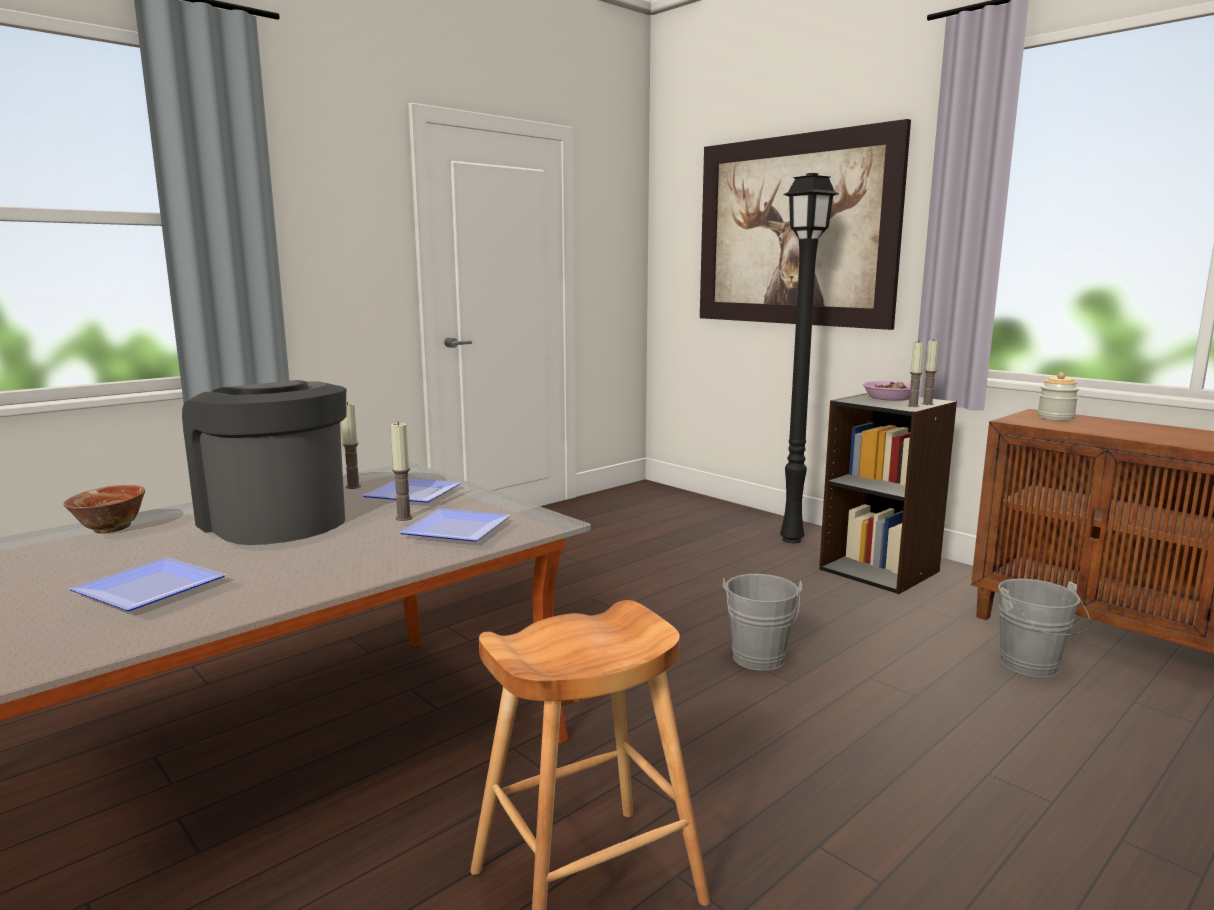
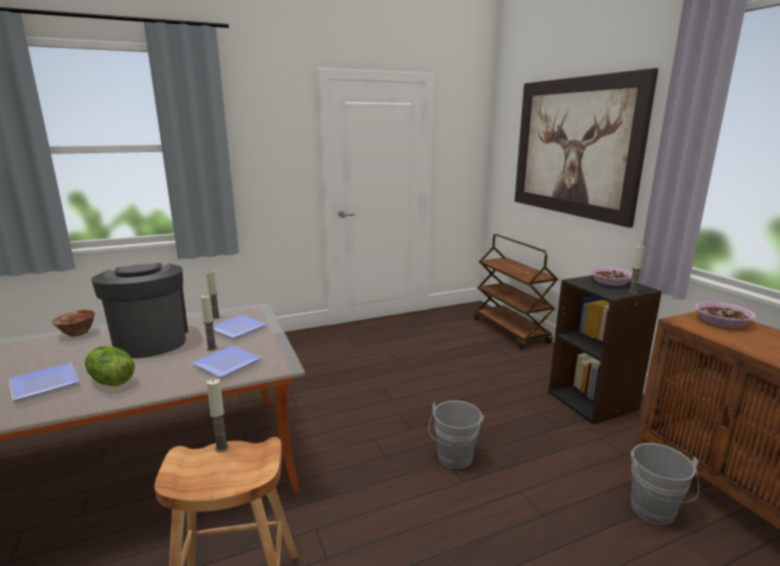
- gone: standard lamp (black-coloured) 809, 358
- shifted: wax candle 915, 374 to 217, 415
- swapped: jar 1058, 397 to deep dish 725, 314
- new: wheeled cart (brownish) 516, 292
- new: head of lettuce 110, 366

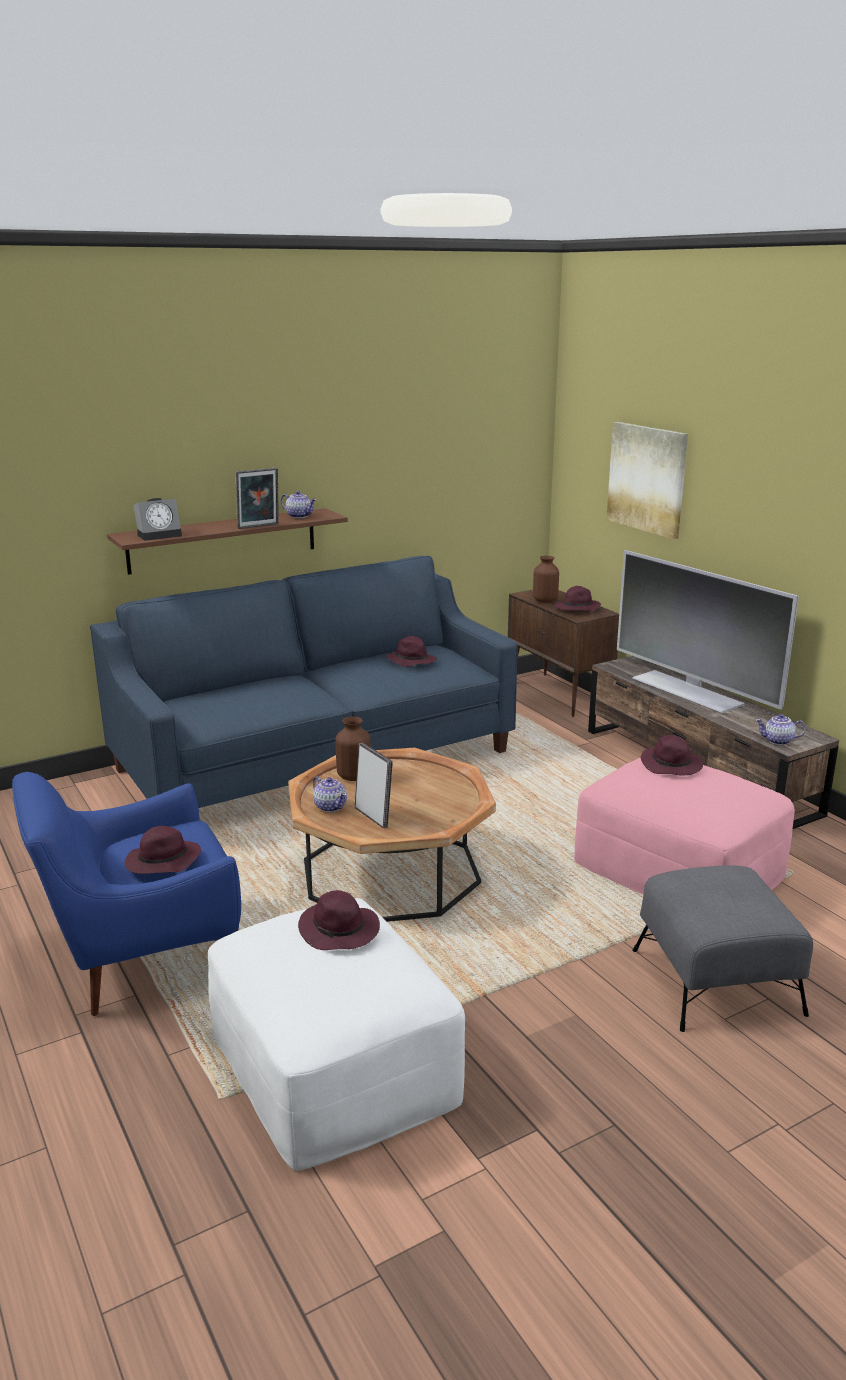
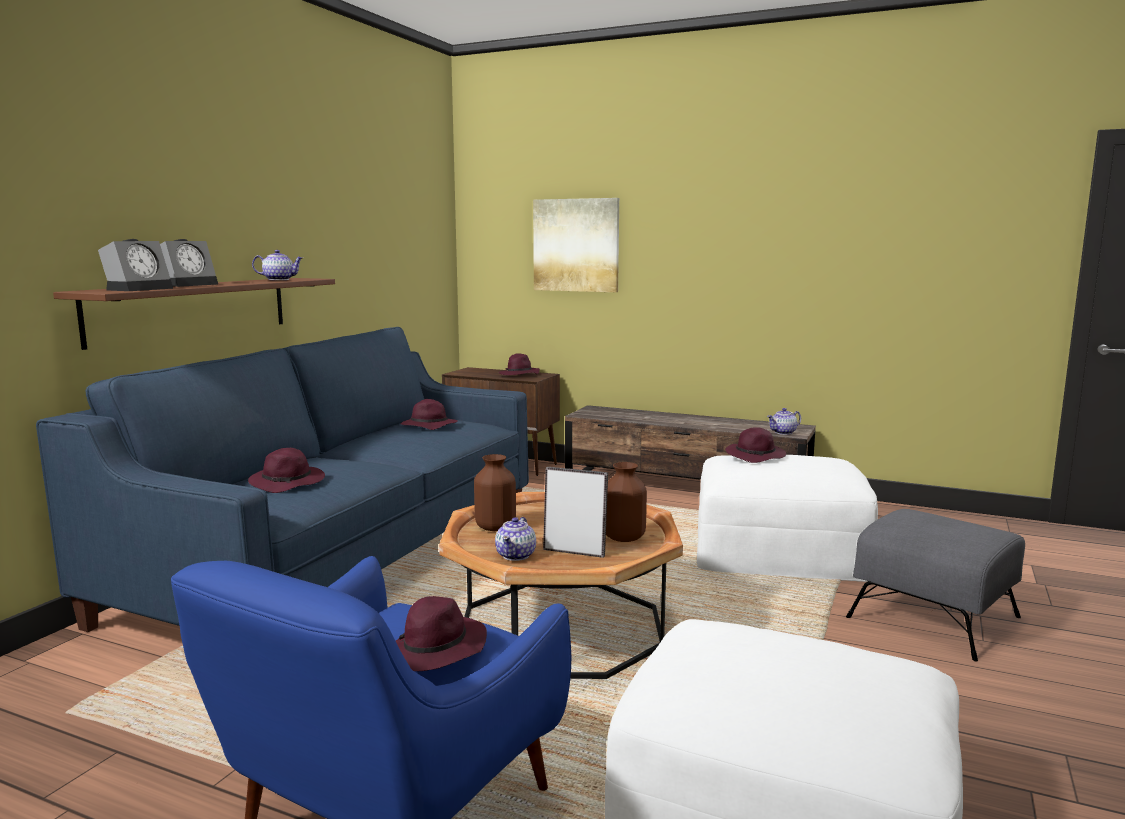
- gone: picture frame 257, 498
- gone: TV set 708, 631
- shifted: vase (brownish) 546, 579 to 626, 502
- repainted: pouffe (pinkish) 684, 826 to pouffe (whitish) 787, 518
- rotated: tea pot 330, 794 = 515, 539 90 degrees clockwise
- shifted: hat (purplish) 339, 920 to 286, 470
- new: table clock 189, 263

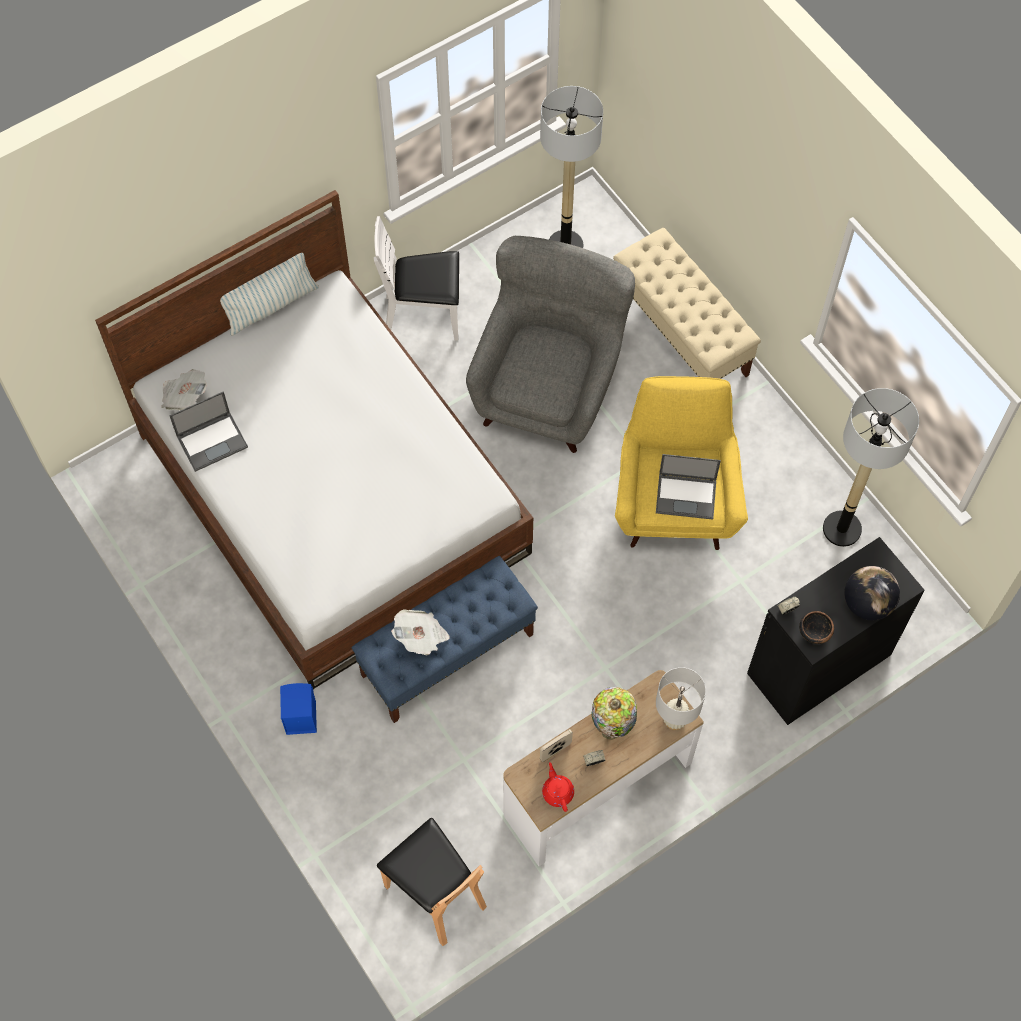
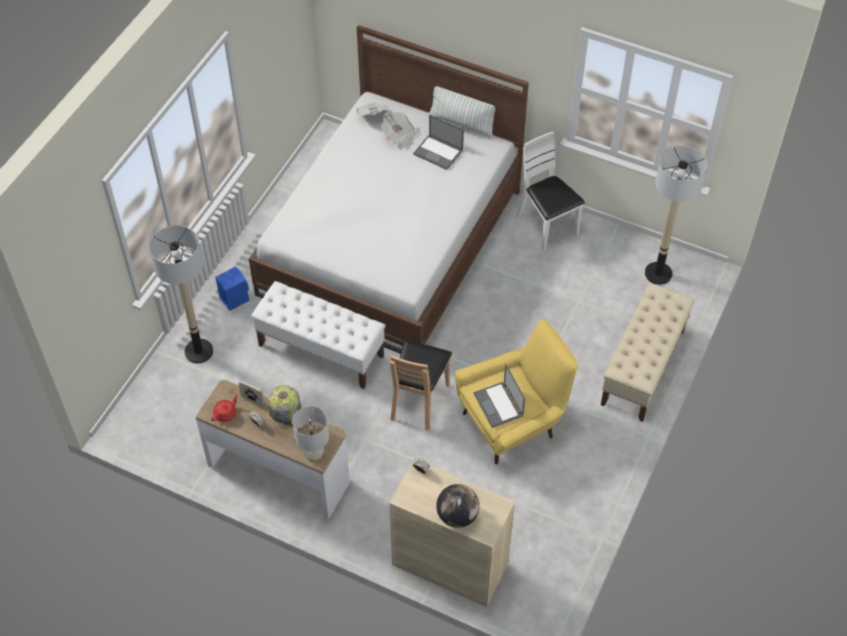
- gone: lounge chair (grey) 550, 344
- shifted: standard lamp 871, 467 to 181, 294
- shifted: portable computer 208, 431 to 438, 142
- repainted: cupboard (black-coloured) 836, 631 to cupboard (beige) 452, 533
- repainted: bench (blue) 445, 639 to bench (whitish) 318, 335
- shifted: daily paper 420, 632 to 399, 130
- gone: deep dish 816, 627
- shifted: upright chair (brownish) 432, 882 to 421, 385

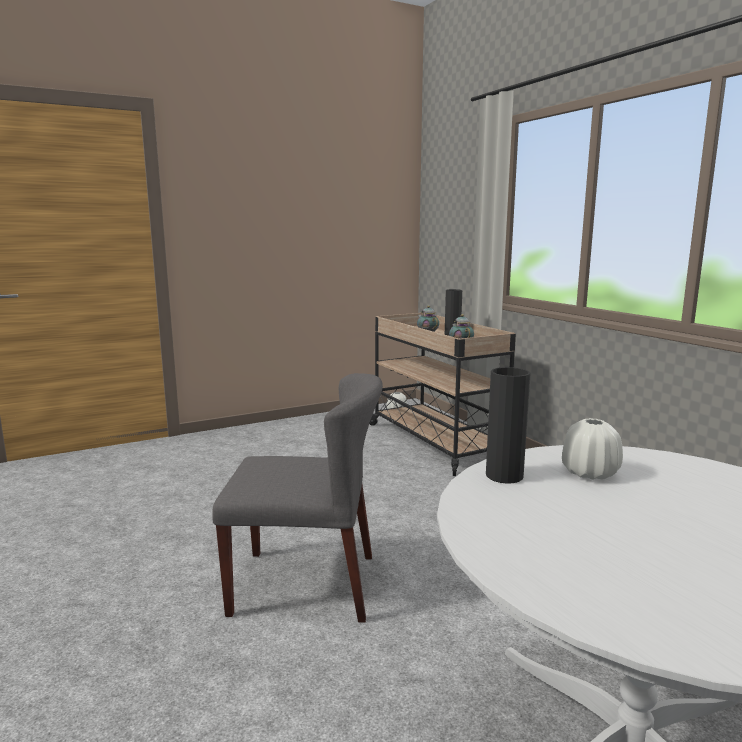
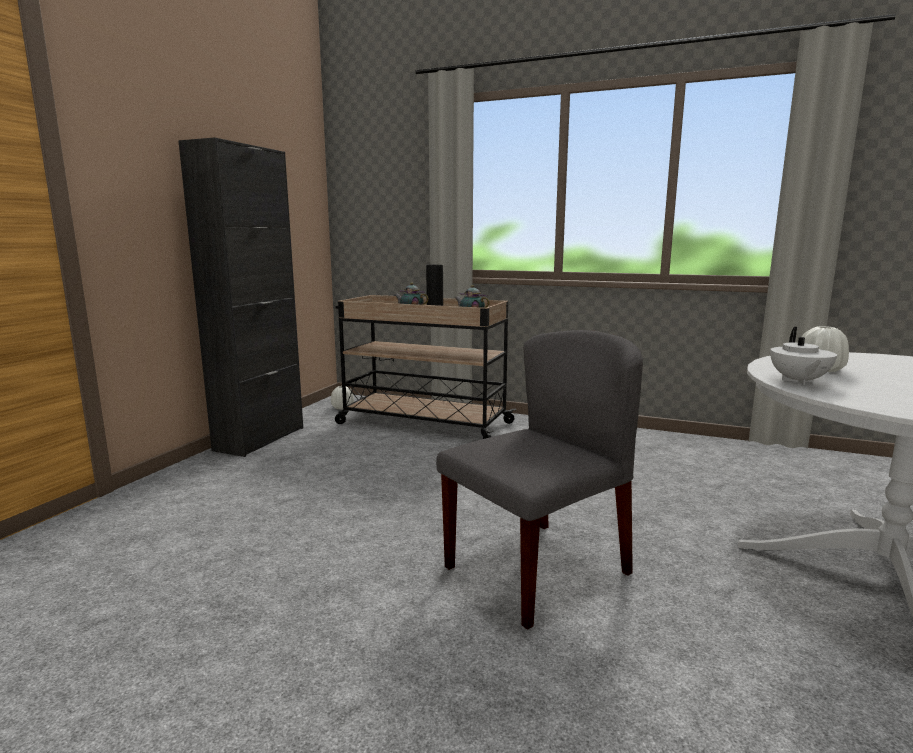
- swapped: vase (black-coloured) 508, 425 to tea pot (whitish) 803, 356
- new: cupboard (black-coloured) 240, 297

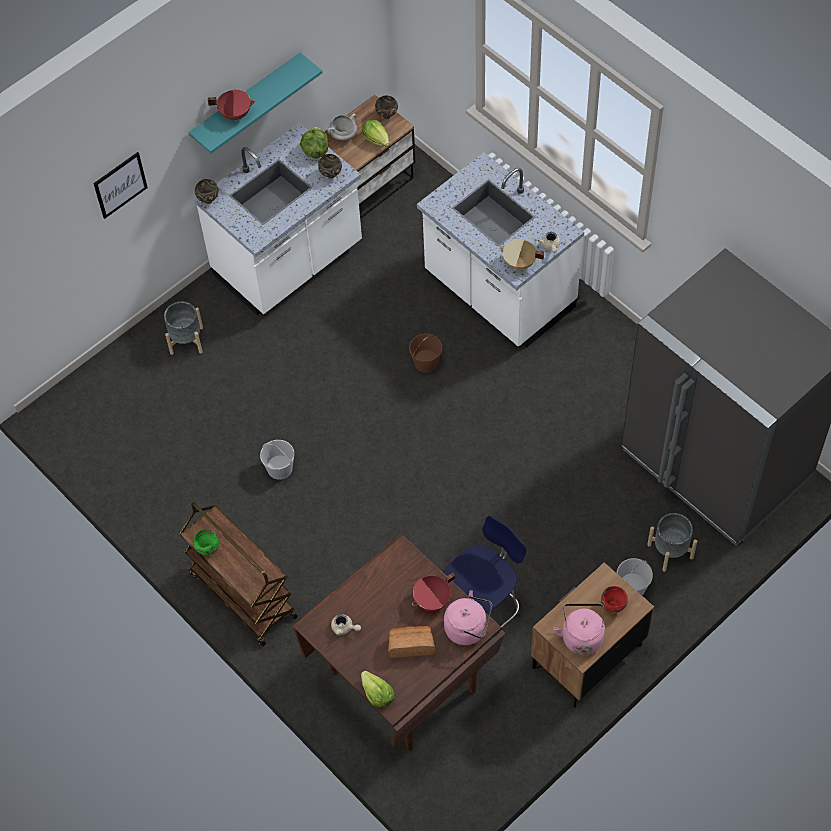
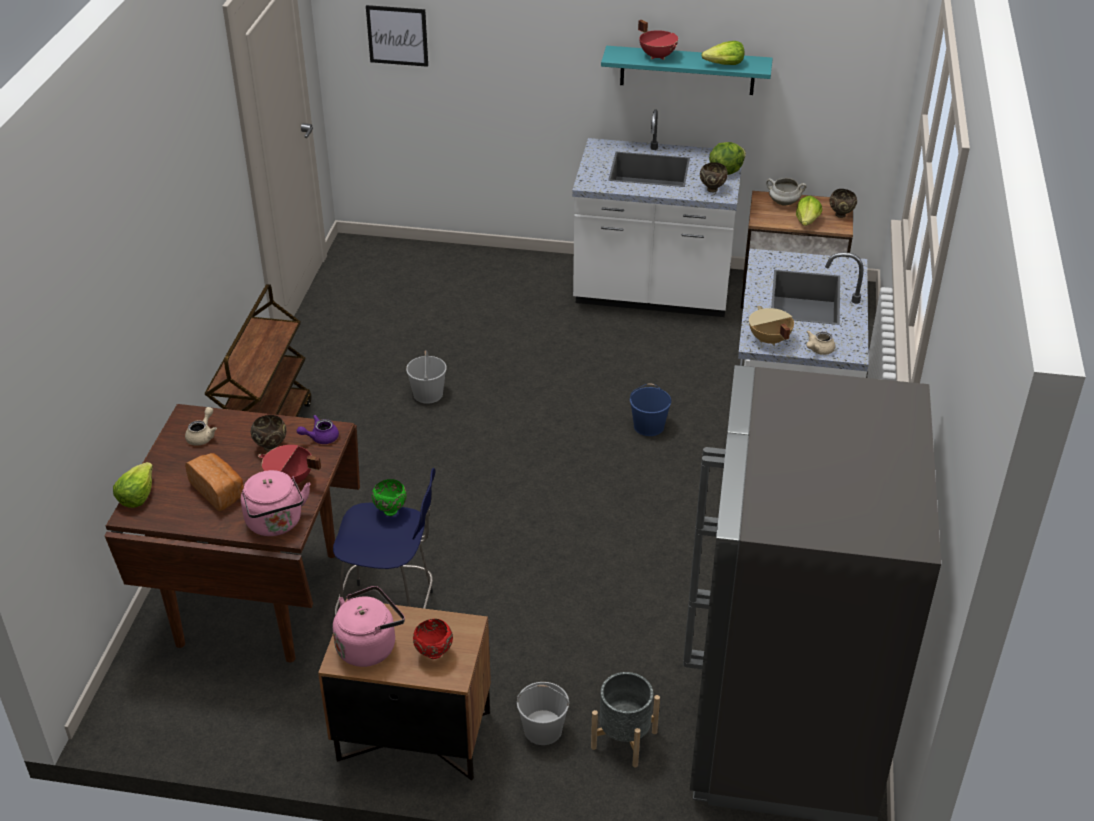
- shifted: wall picture 120, 185 to 397, 36
- shifted: deep dish (brownish) 206, 191 to 269, 433
- gone: flower pot (grey) 183, 328
- repainted: water bucket (brownish) 425, 353 to water bucket (blue) 650, 409
- shifted: deep dish (green-coloured) 206, 542 to 389, 497
- rotated: tea pot (beige) 346, 625 = 201, 426 150 degrees counterclockwise
- new: head of lettuce 723, 53
- new: tea pot (purplish) 318, 429

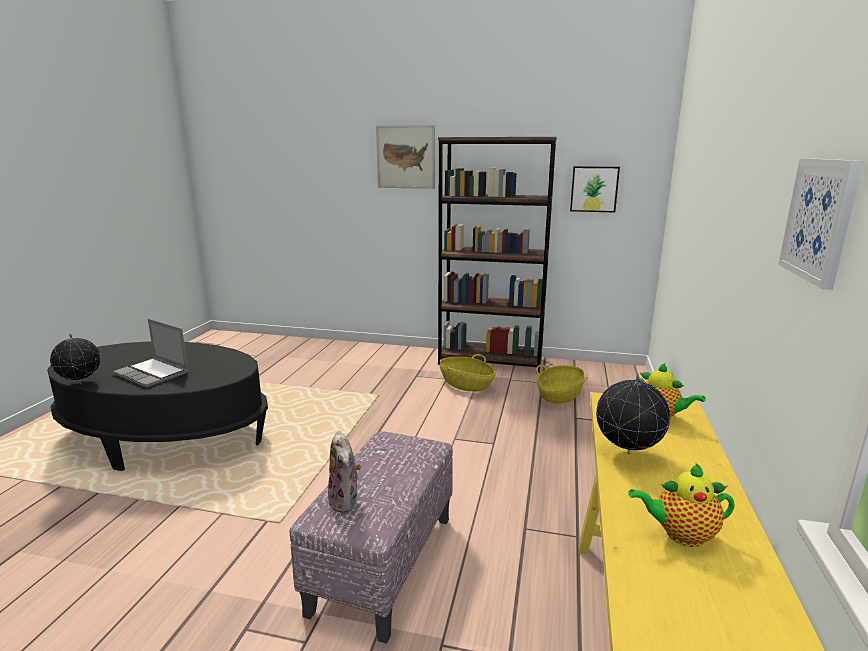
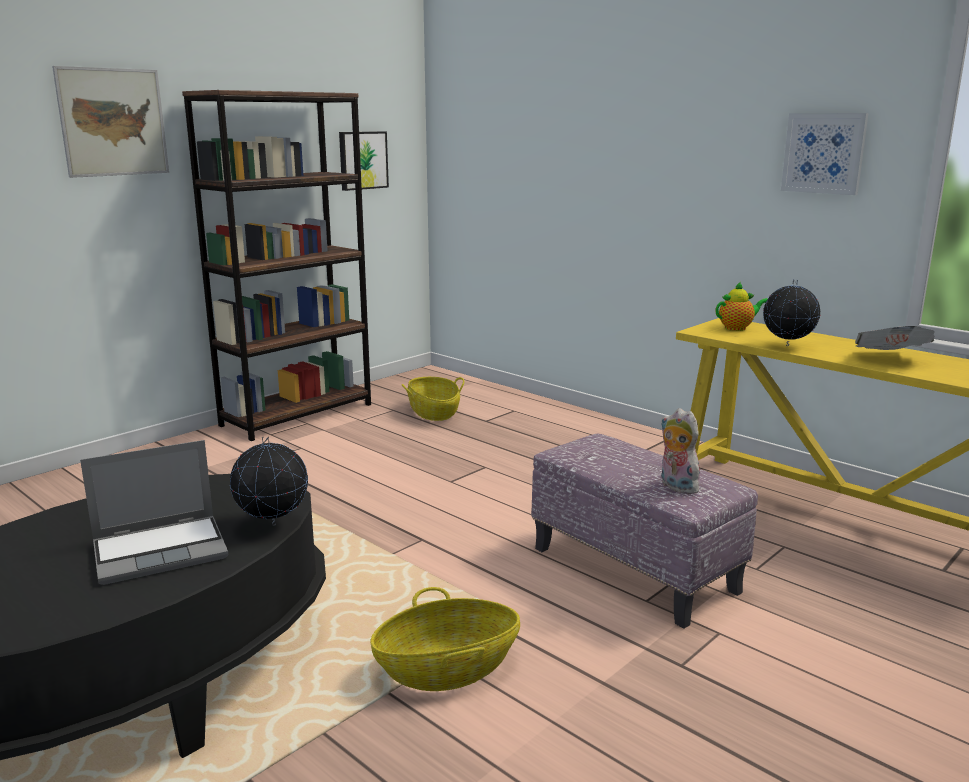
- shifted: globe 75, 359 to 269, 481
- shifted: household basket 467, 373 to 445, 639
- rotated: cuddly toy 344, 472 = 680, 451 135 degrees counterclockwise
- swapped: tea pot 681, 505 to daily paper 895, 338

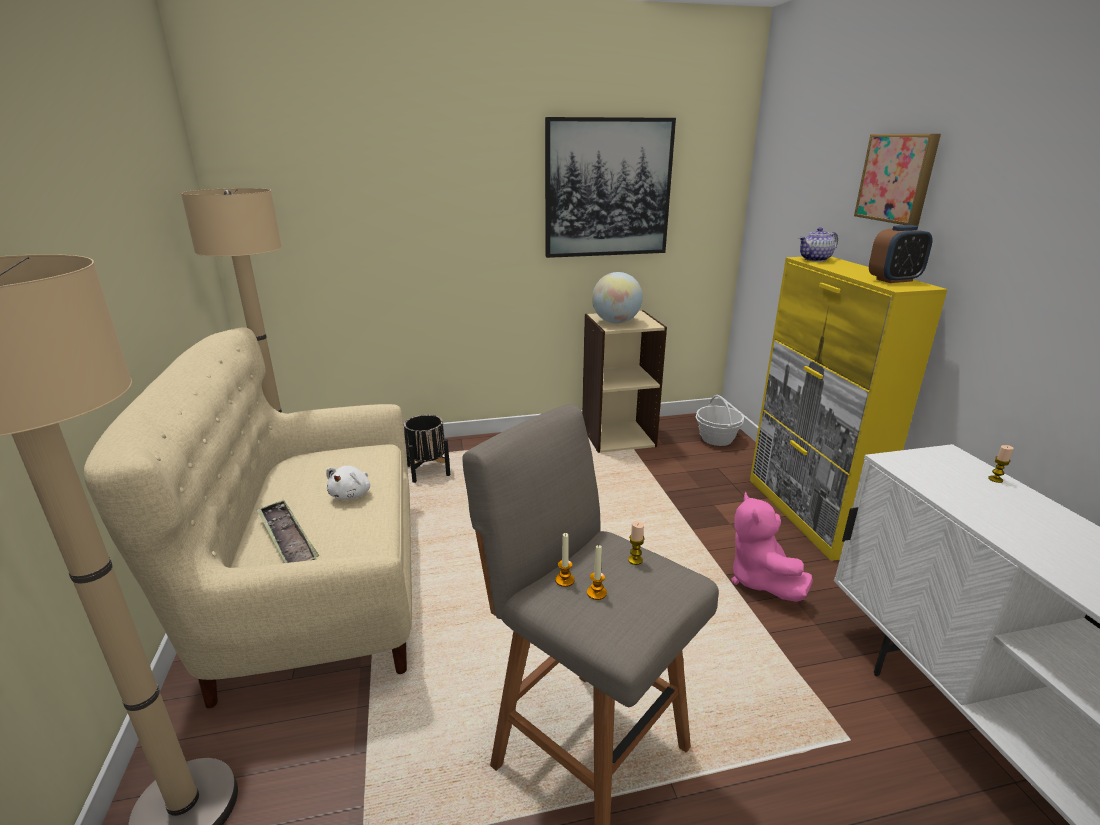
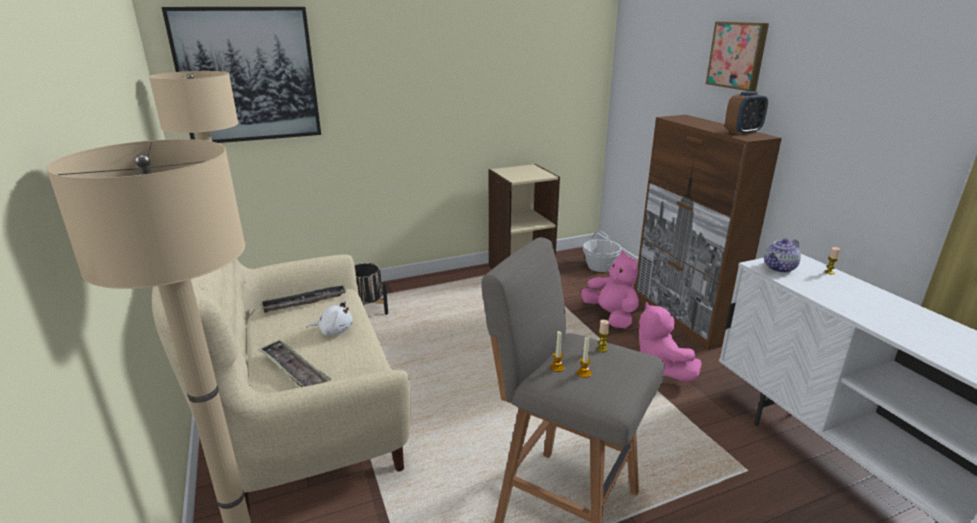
- shifted: wall picture 610, 187 to 241, 75
- shifted: tea pot 818, 244 to 782, 256
- repainted: cupboard (yellow-coloured) 849, 409 to cupboard (brownish) 708, 232
- gone: globe 617, 297
- rotated: cuddly toy (whitish) 348, 483 = 330, 318 90 degrees counterclockwise
- new: cuddly toy (pinkish) 610, 289
- new: carrying tray 303, 298

